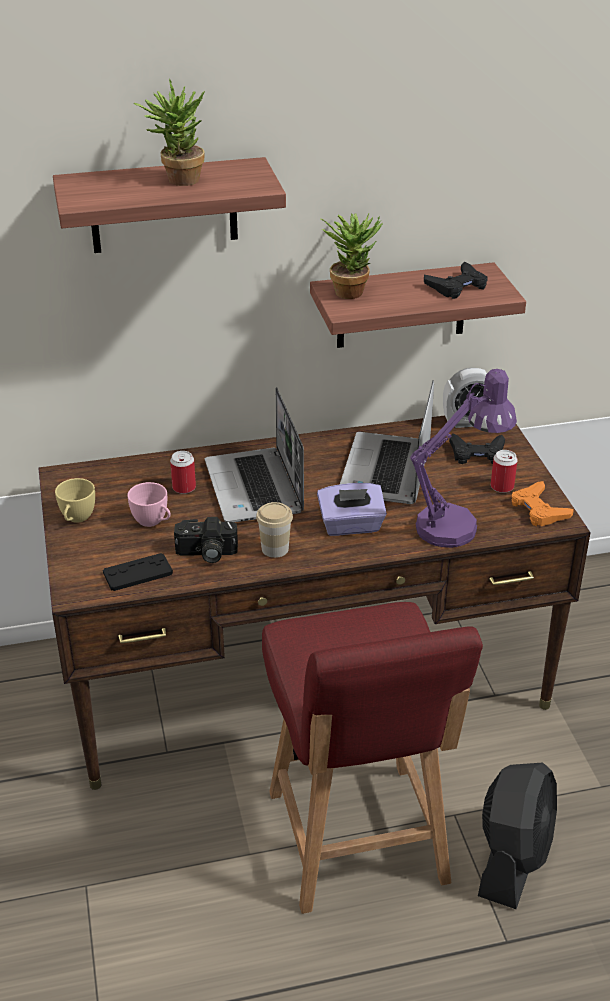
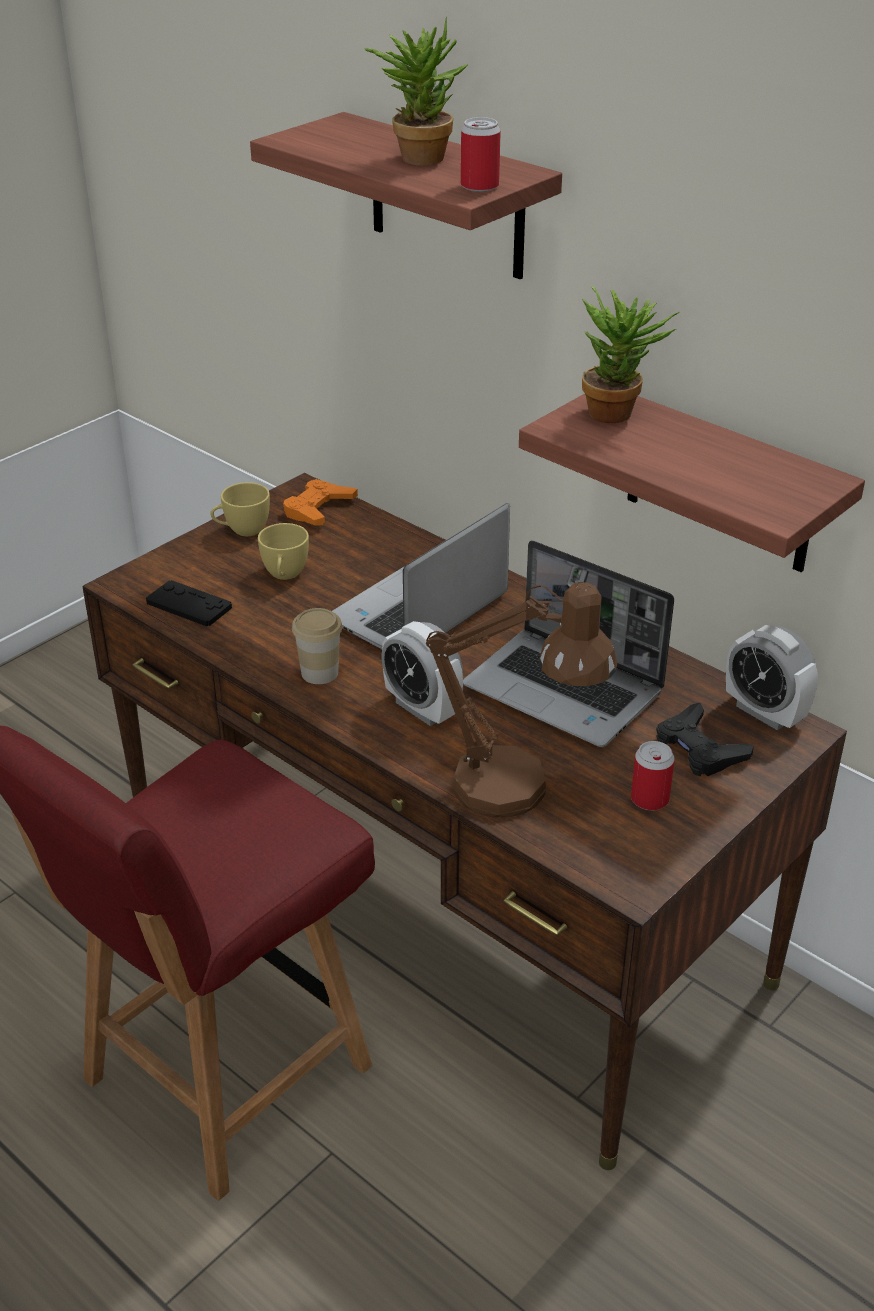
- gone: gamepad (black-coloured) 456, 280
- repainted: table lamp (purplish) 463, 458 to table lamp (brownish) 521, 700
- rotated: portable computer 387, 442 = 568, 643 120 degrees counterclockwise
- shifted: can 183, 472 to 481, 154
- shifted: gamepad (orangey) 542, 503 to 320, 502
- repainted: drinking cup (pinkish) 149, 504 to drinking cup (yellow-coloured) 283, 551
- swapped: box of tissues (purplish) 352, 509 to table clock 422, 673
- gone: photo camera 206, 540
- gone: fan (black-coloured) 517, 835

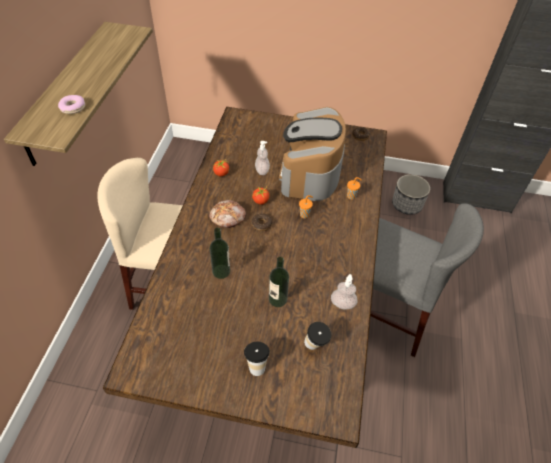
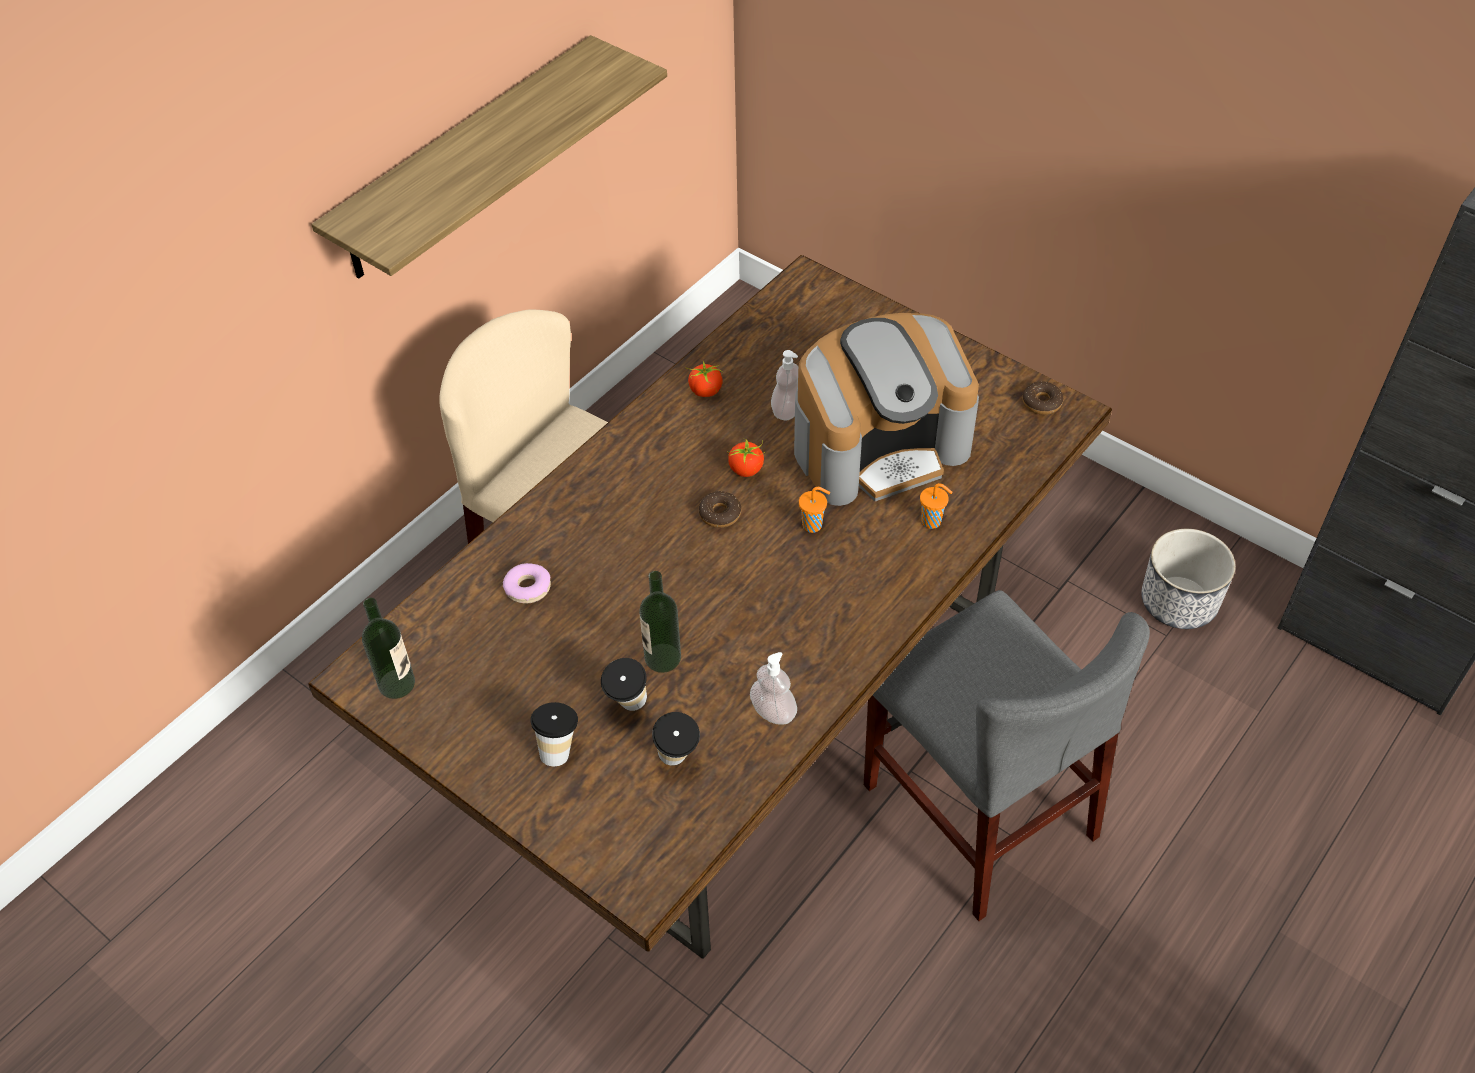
- shifted: ring doughnut 71, 104 to 527, 583
- rotated: coffee maker 312, 154 = 886, 409 150 degrees counterclockwise
- gone: bakery bread 227, 214
- shifted: beverage bottle 220, 253 to 388, 648
- new: drinking cup 624, 684

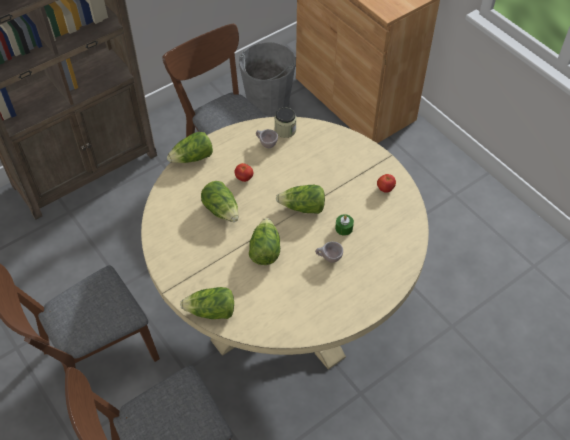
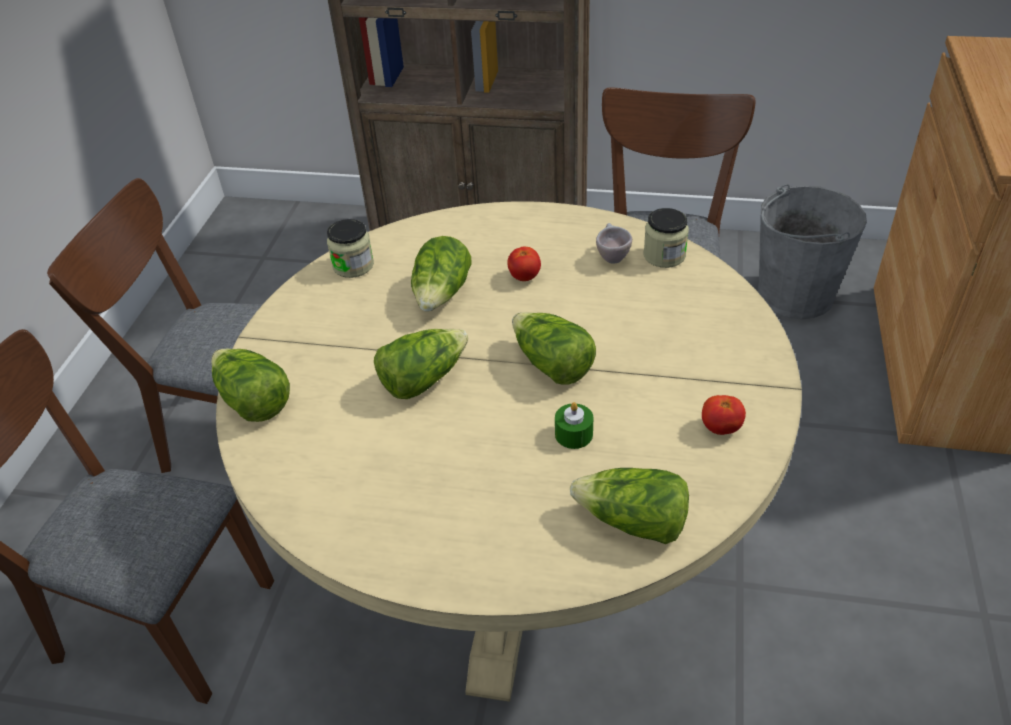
- shifted: head of lettuce 190, 147 to 629, 506
- gone: drinking cup (beige) 329, 252
- new: jar 350, 248

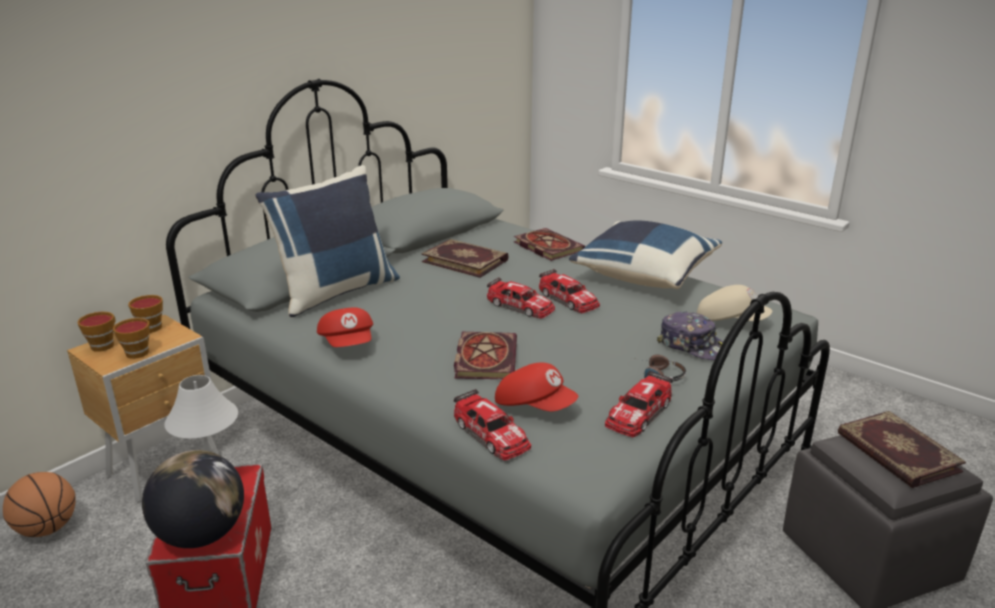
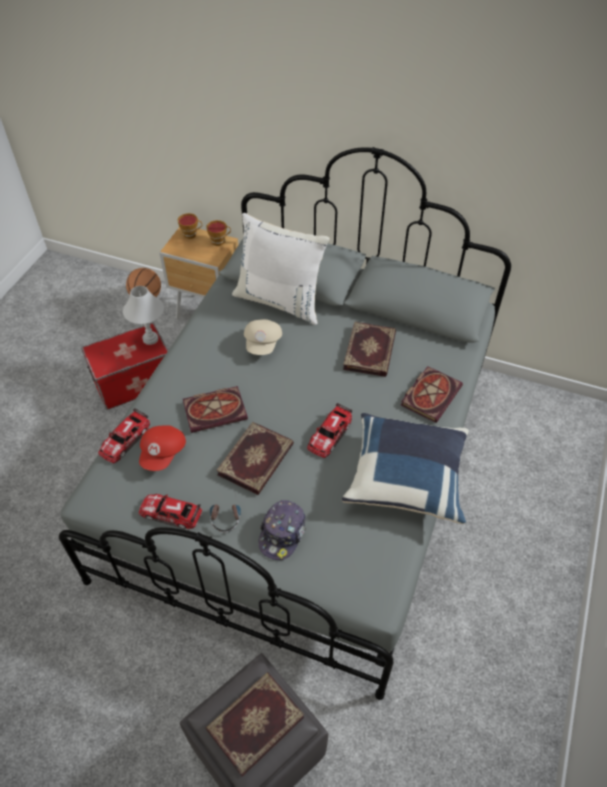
- repainted: throw pillow (blue) 327, 241 to throw pillow (whitish) 281, 269
- gone: model car 521, 298
- shifted: peaked cap (beige) 734, 303 to 263, 337
- gone: peaked cap (red-coloured) 345, 327
- gone: drinking cup 131, 338
- gone: globe 193, 499
- new: book 255, 458

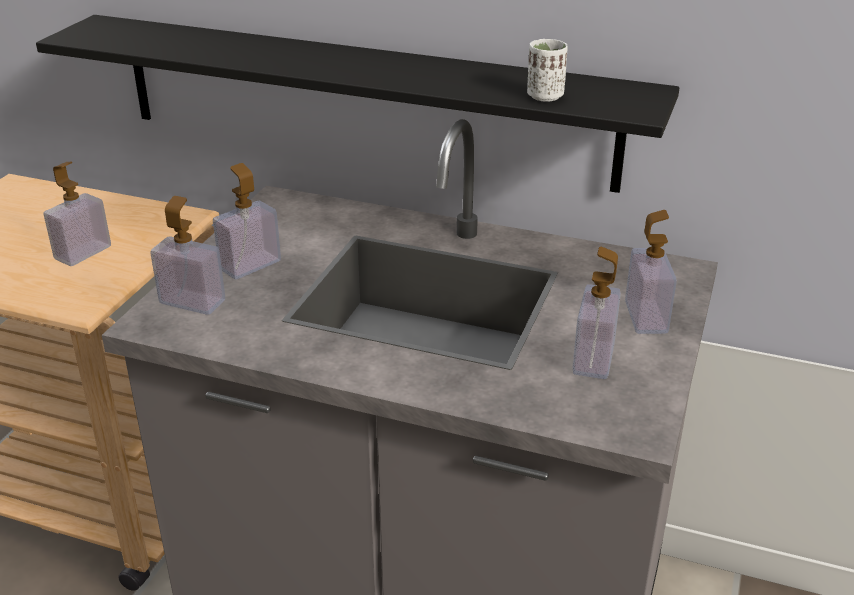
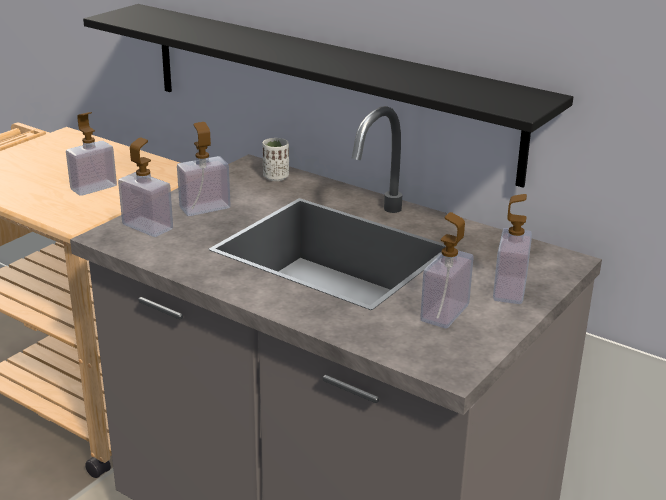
- shifted: drinking cup (whitish) 547, 70 to 275, 159

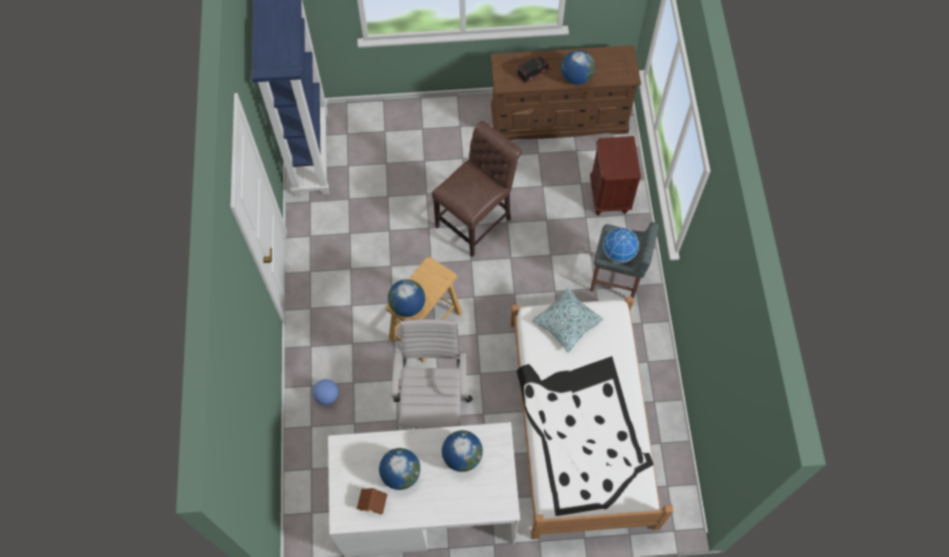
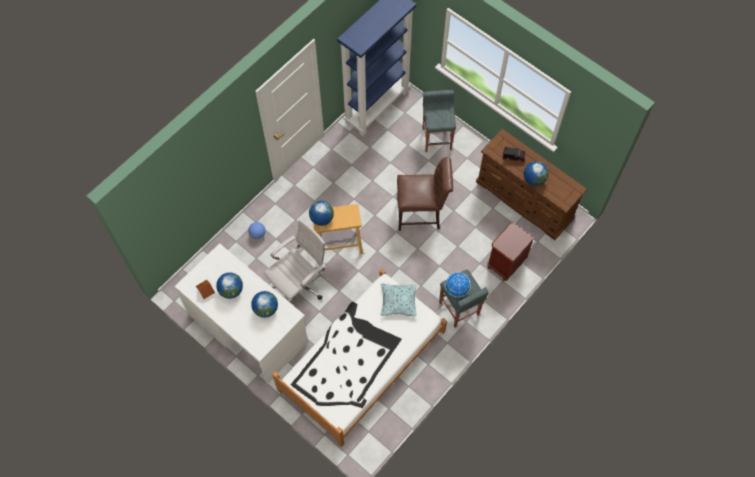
- new: stool seat (grey) 439, 121

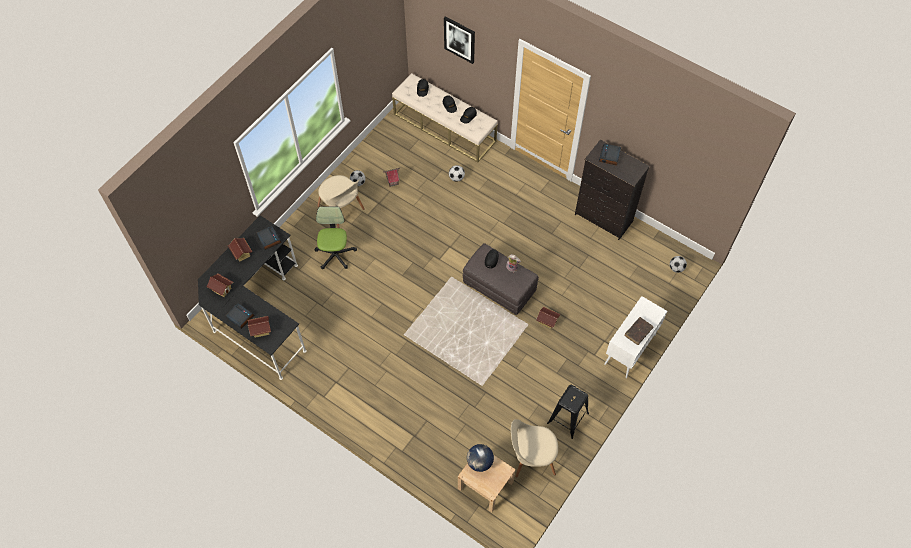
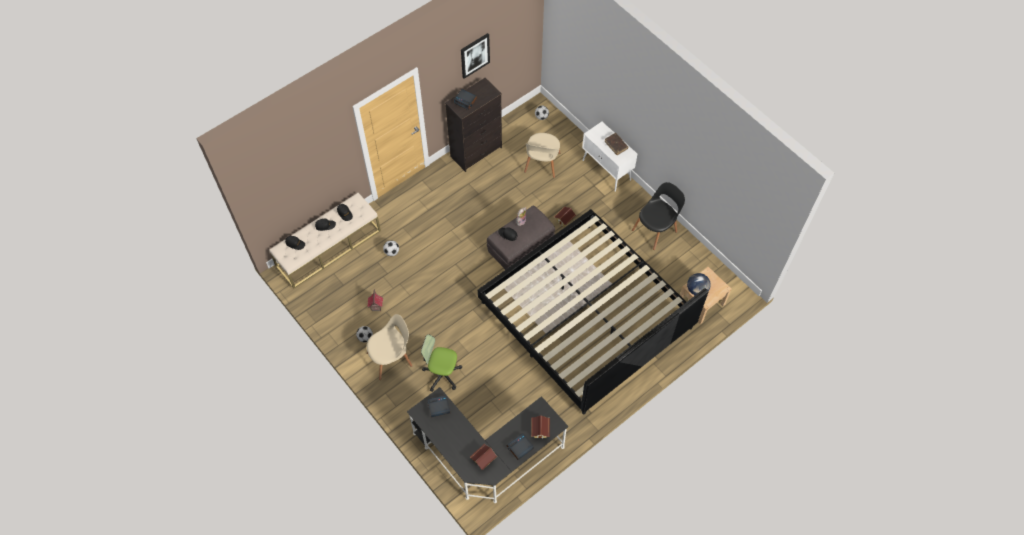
- shifted: wall picture 459, 40 to 475, 56
- gone: model house 240, 249
- swapped: stool seat (black-coloured) 568, 412 to upright chair (black-coloured) 658, 216
- shifted: upright chair (beige) 534, 448 to 542, 155
- new: bedroom bed 593, 311

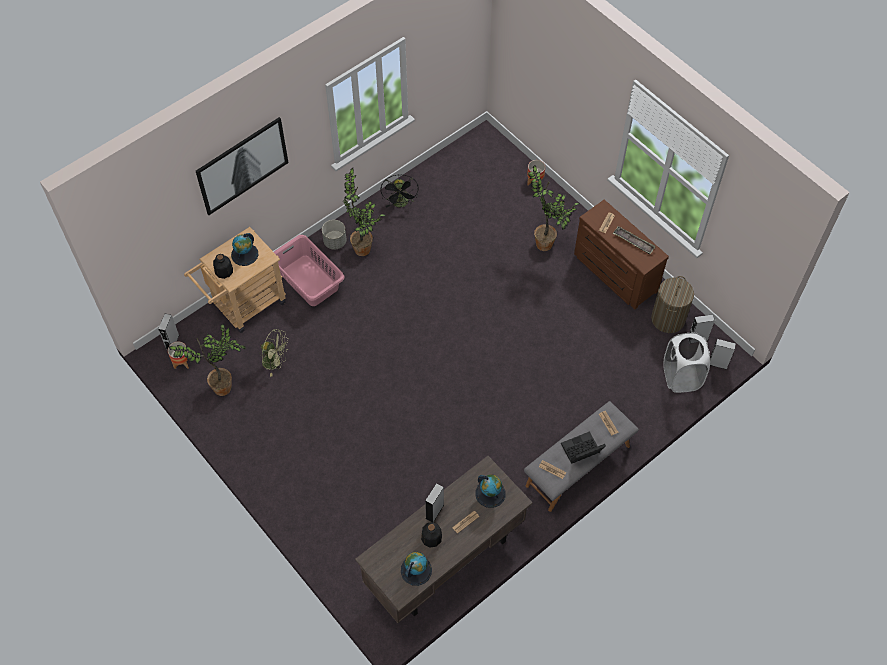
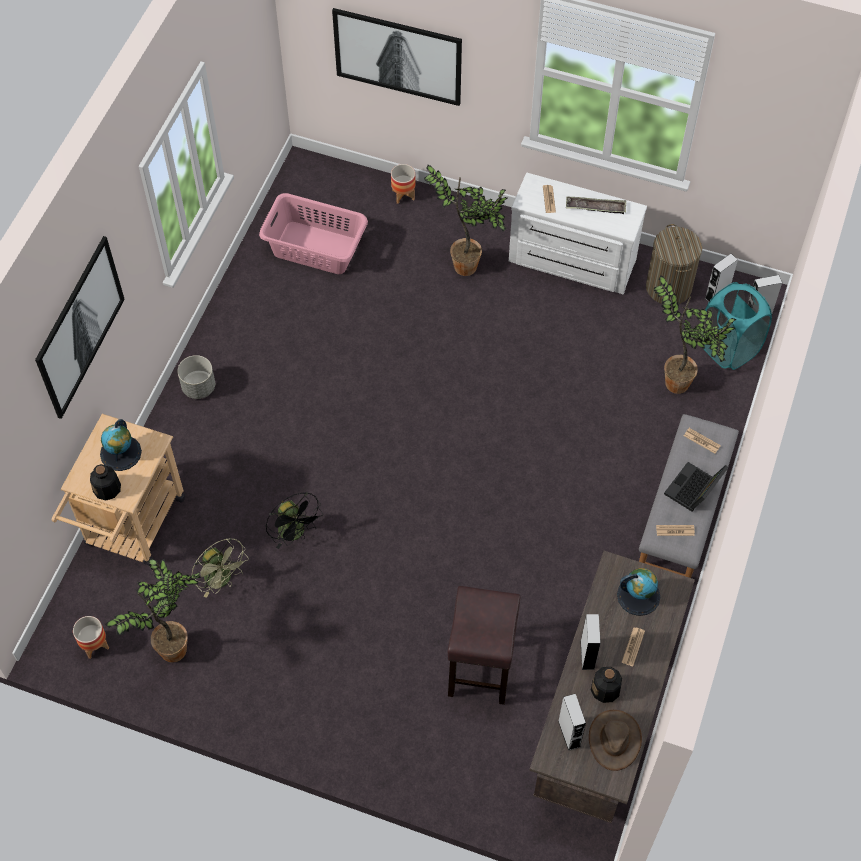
- shifted: houseplant 364, 212 to 695, 334
- shifted: fan (black-coloured) 400, 191 to 294, 520
- repainted: drawer chest (brownish) 621, 254 to drawer chest (whitish) 578, 233
- shifted: hamper (pinkish) 309, 270 to 313, 233
- shifted: audio speaker (grey) 168, 332 to 572, 722
- rotated: fan (green-coloured) 274, 353 = 220, 568 60 degrees clockwise
- repainted: hamper (whitish) 686, 363 to hamper (turquoise) 736, 326
- swapped: globe 416, 569 to hat (brownish) 615, 740
- new: wall picture 397, 57
- new: stool seat (brownish) 484, 645

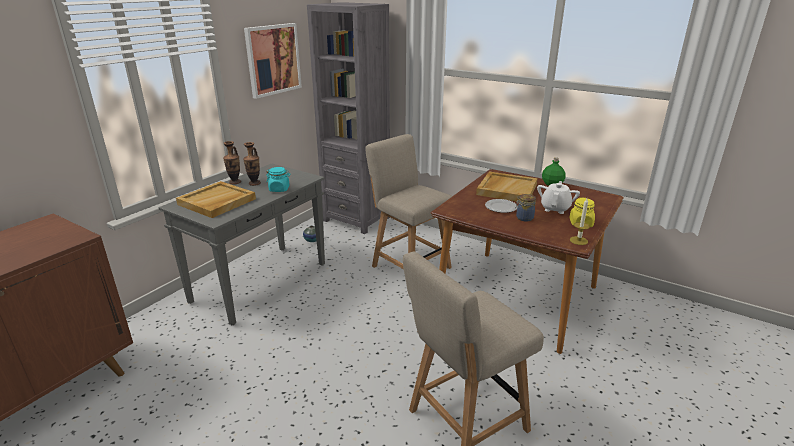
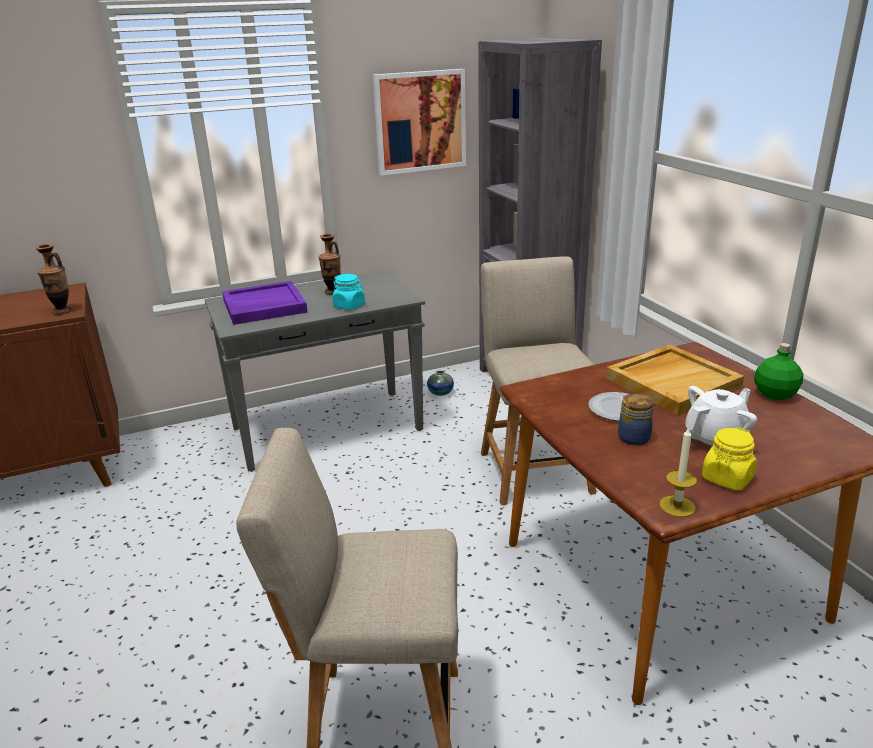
- shifted: vase 232, 162 to 54, 279
- repainted: carrying tray (beige) 216, 199 to carrying tray (purplish) 265, 303

